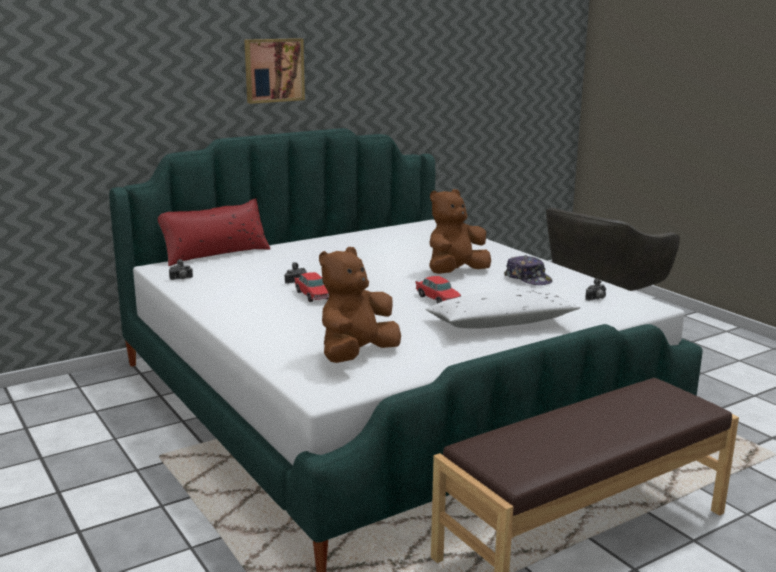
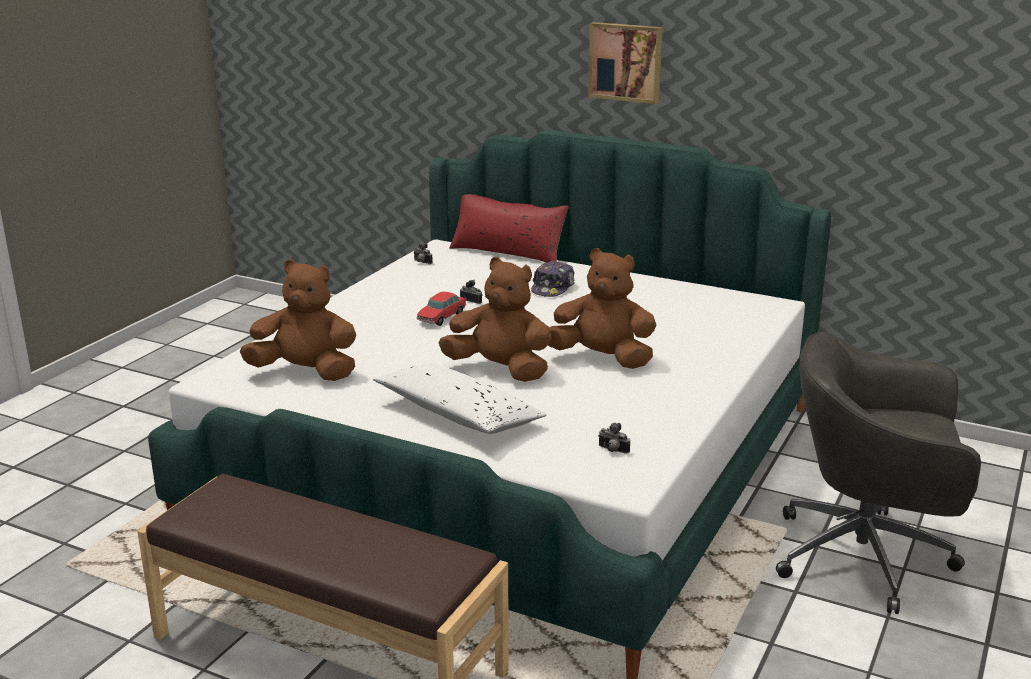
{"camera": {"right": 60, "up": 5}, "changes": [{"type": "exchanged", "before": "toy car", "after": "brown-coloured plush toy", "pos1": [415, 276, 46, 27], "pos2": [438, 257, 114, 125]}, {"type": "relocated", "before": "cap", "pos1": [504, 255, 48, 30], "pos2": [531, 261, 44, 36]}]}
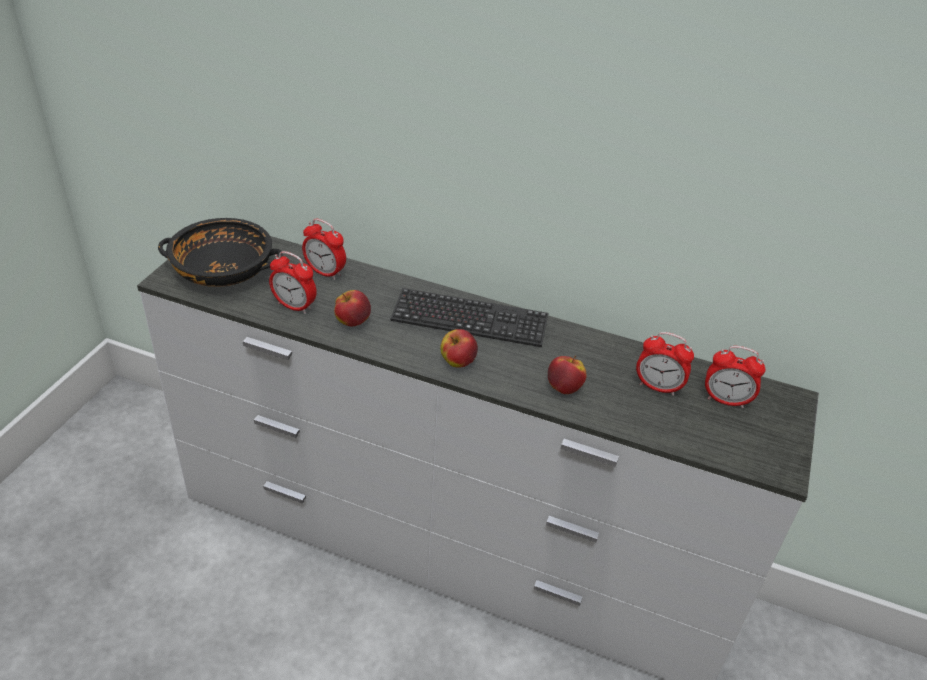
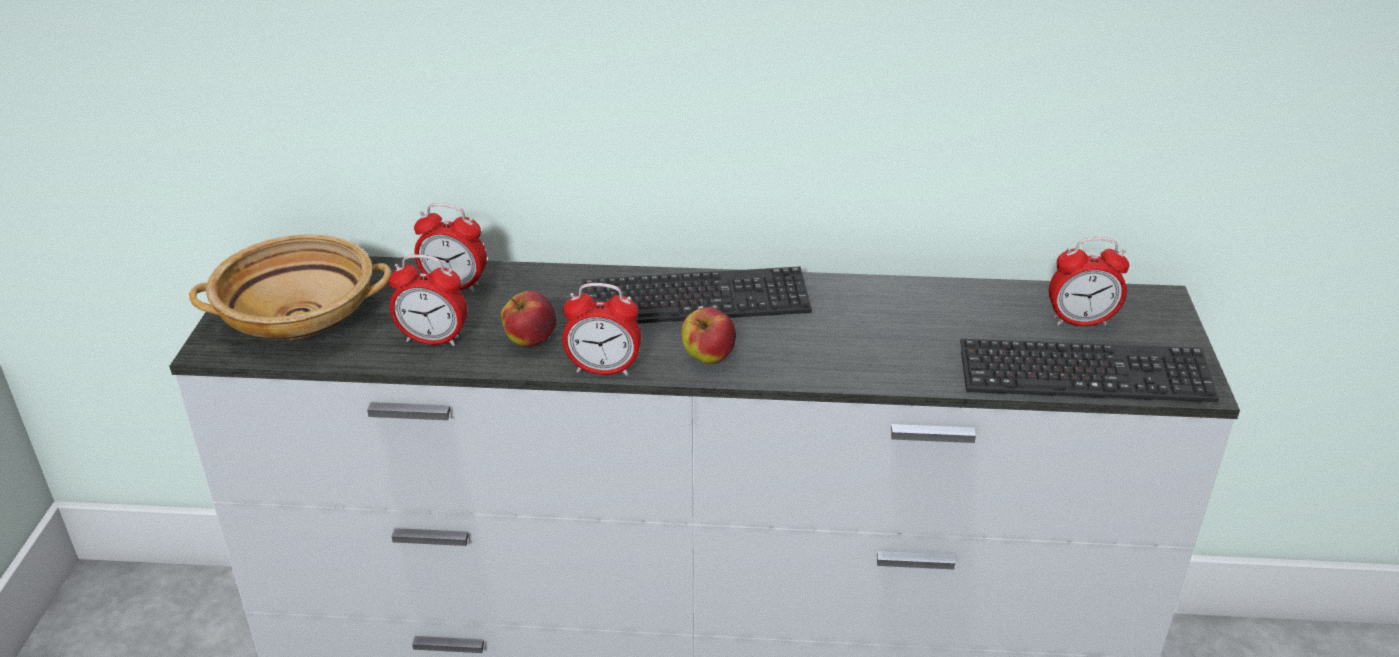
{"camera": {"right": -15, "up": -5}, "changes": [{"type": "colour", "before": "black-coloured bowl", "after": "beige-coloured bowl", "pos1": [158, 218, 125, 69], "pos2": [189, 234, 203, 106]}, {"type": "relocated", "before": "alarm clock", "pos1": [636, 332, 58, 64], "pos2": [562, 283, 79, 93]}, {"type": "appeared", "after": "keyboard", "pos2": [960, 339, 259, 63]}, {"type": "missing", "before": "whole apple", "pos1": [548, 356, 39, 38]}]}
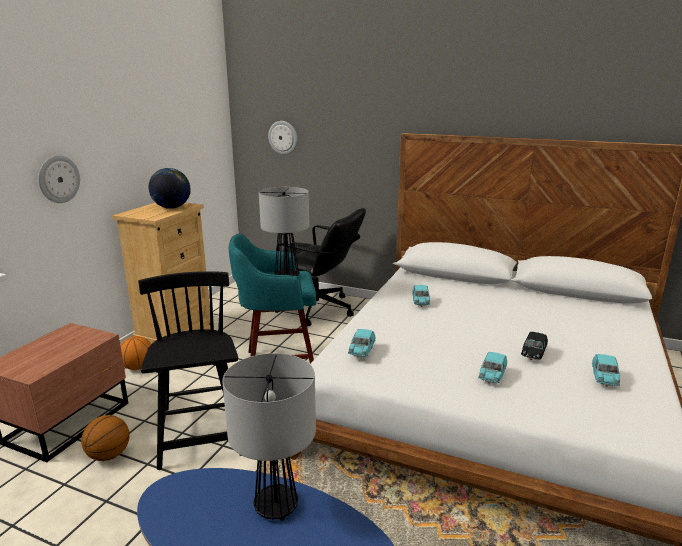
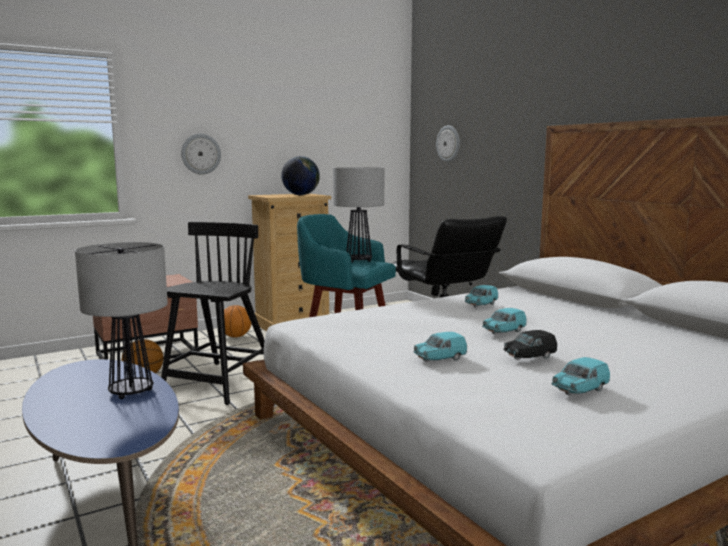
{"camera": {"right": 35, "up": -10}, "changes": [{"type": "relocated", "before": "blue-green toy car", "pos1": [348, 329, 27, 29], "pos2": [482, 308, 45, 27]}]}
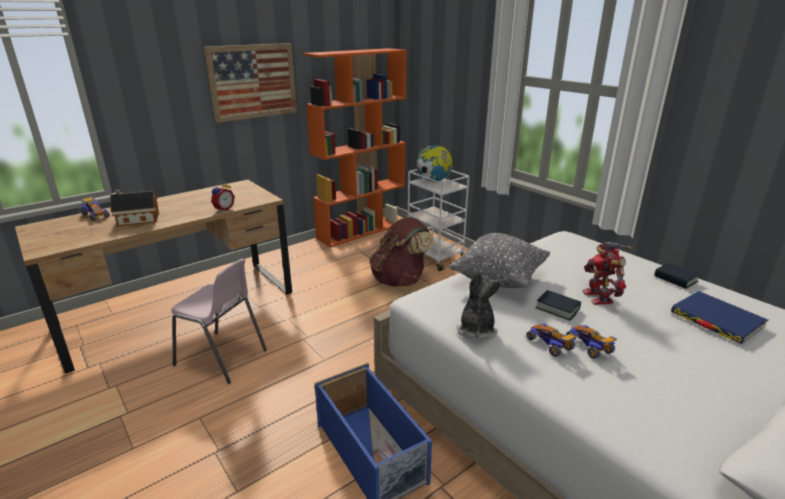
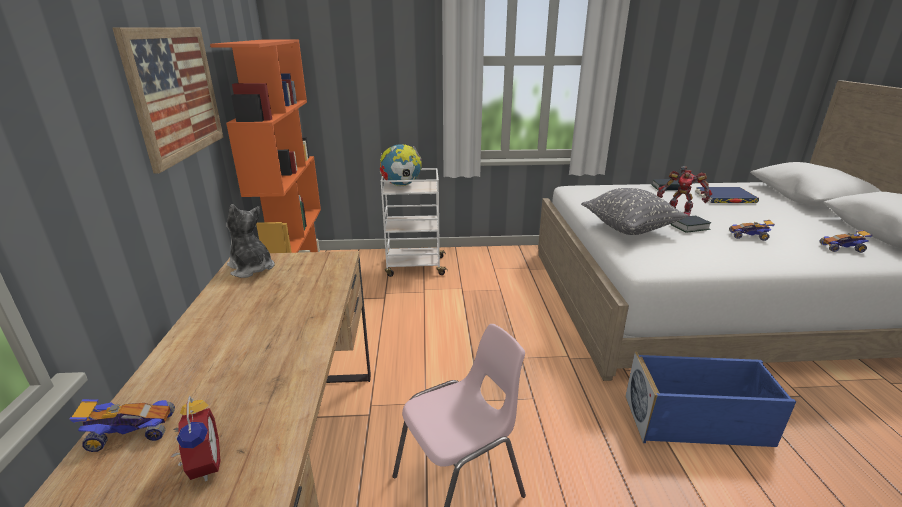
{"camera": {"right": -55, "up": 0}, "changes": [{"type": "relocated", "before": "alarm clock", "pos1": [211, 181, 24, 31], "pos2": [171, 396, 49, 85]}, {"type": "relocated", "before": "plush toy", "pos1": [456, 270, 47, 70], "pos2": [226, 204, 49, 74]}, {"type": "relocated", "before": "toy car", "pos1": [526, 324, 51, 33], "pos2": [819, 230, 53, 23]}, {"type": "missing", "before": "miniature house", "pos1": [110, 189, 49, 37]}, {"type": "missing", "before": "brown-coloured knapsack", "pos1": [369, 217, 65, 70]}]}
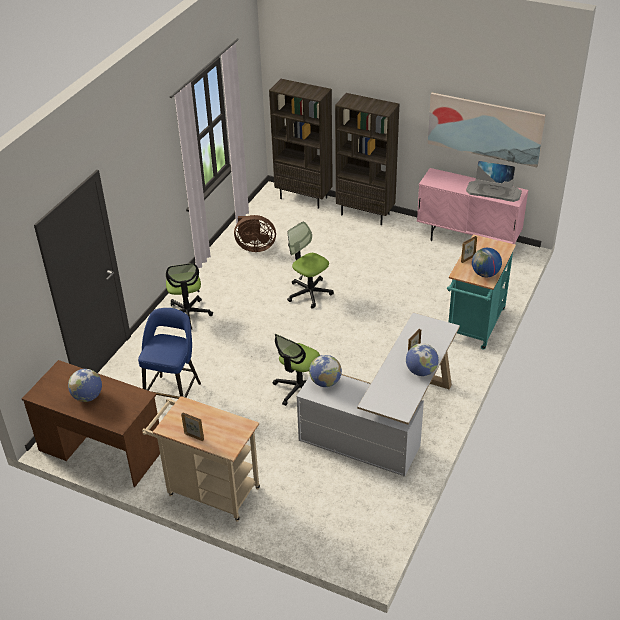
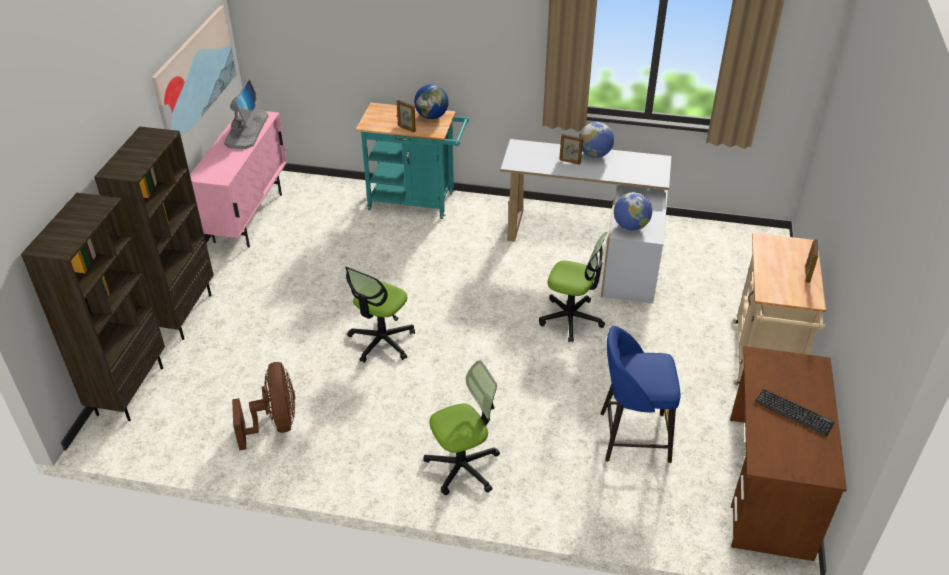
{"camera": {"right": -105, "up": 0}, "changes": [{"type": "exchanged", "before": "desk globe", "after": "keyboard", "pos1": [68, 369, 34, 33], "pos2": [755, 389, 80, 47]}]}
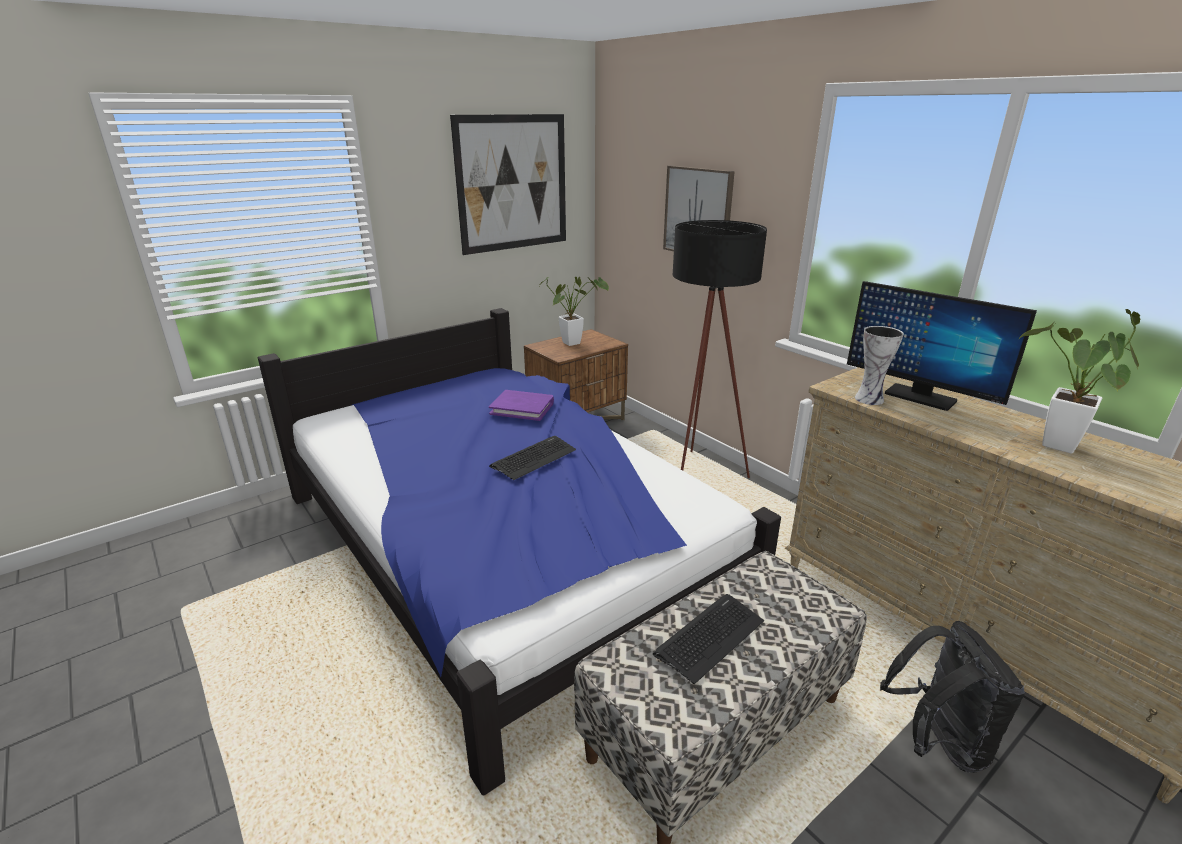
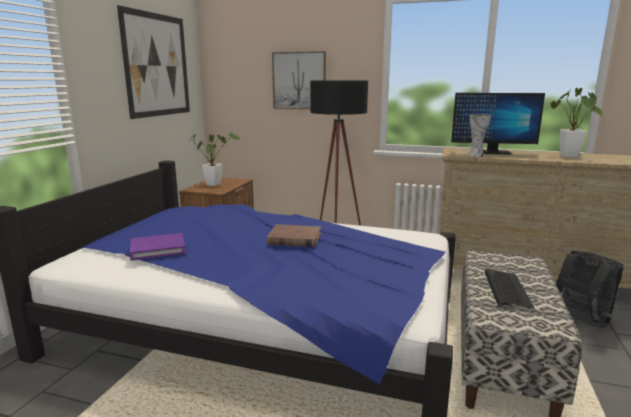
{"camera": {"right": -35, "up": -10}, "changes": [{"type": "relocated", "before": "purplish bound book", "pos1": [489, 390, 65, 31], "pos2": [129, 233, 57, 28]}, {"type": "exchanged", "before": "keyboard", "after": "brown-coloured bound book", "pos1": [489, 436, 87, 44], "pos2": [267, 224, 54, 23]}]}
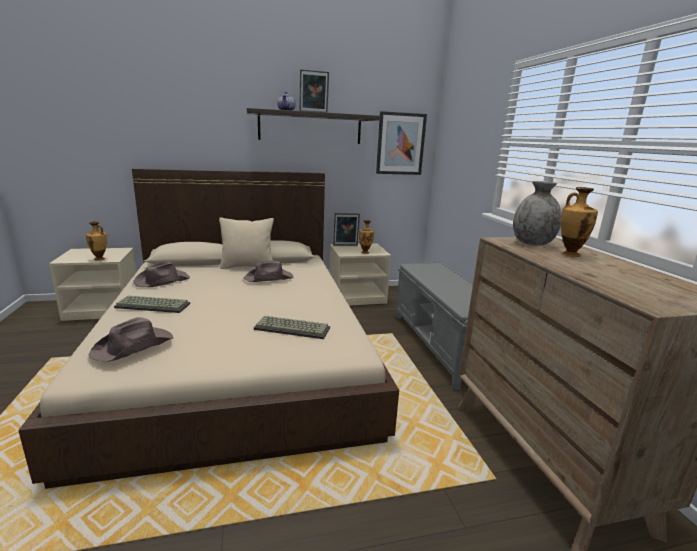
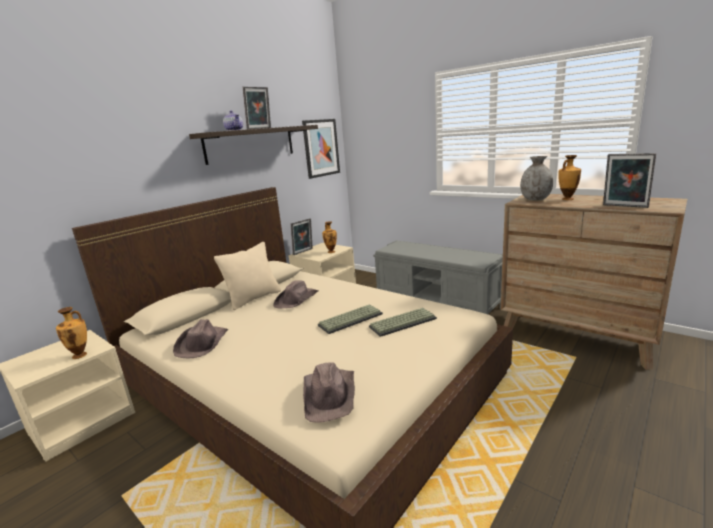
{"camera": {"right": -35, "up": 0}, "changes": [{"type": "relocated", "before": "keyboard", "pos1": [114, 296, 76, 17], "pos2": [318, 304, 65, 30]}, {"type": "appeared", "after": "picture frame", "pos2": [603, 153, 53, 55]}]}
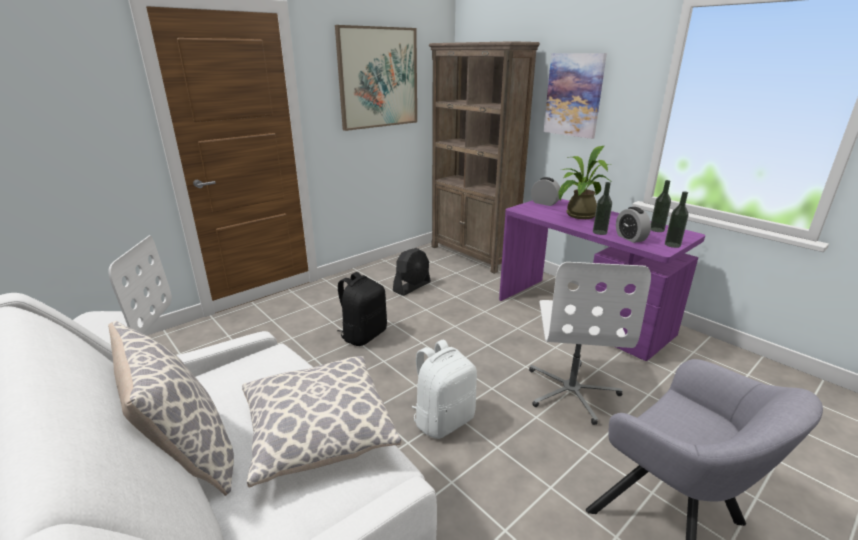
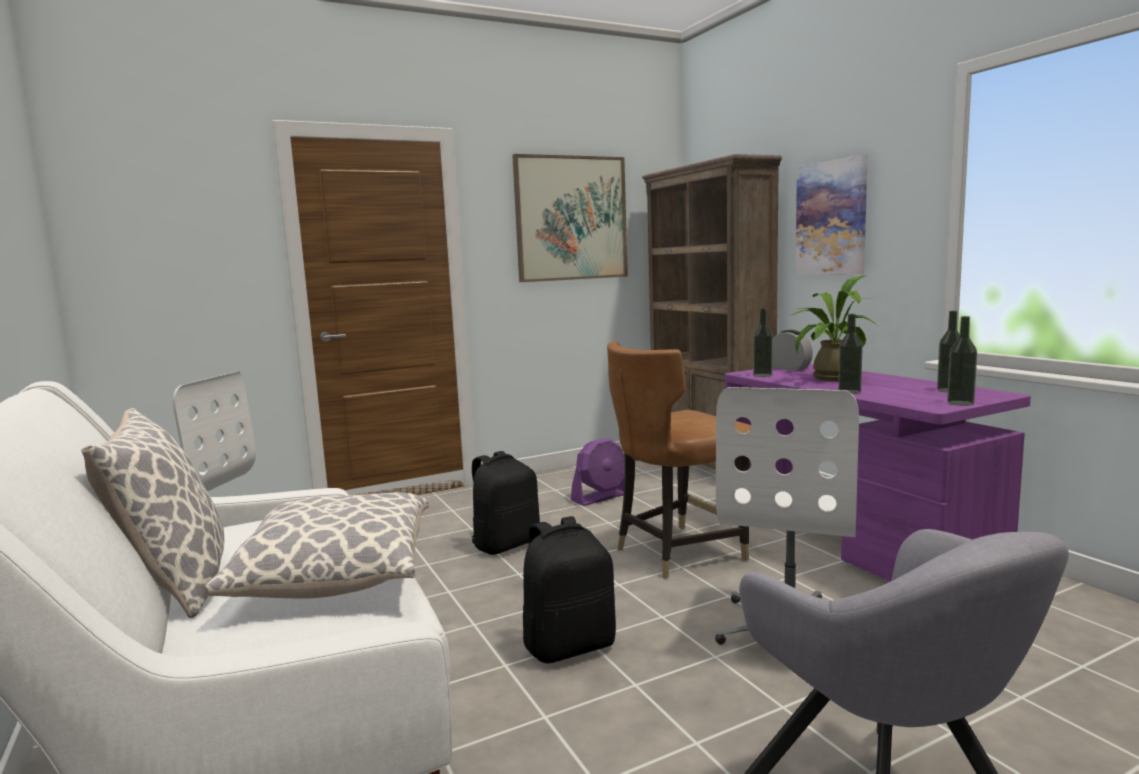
{"camera": {"right": 15, "up": -15}, "changes": [{"type": "colour", "before": "white-coloured knapsack", "after": "black-coloured knapsack", "pos1": [412, 339, 65, 100], "pos2": [523, 516, 93, 147]}, {"type": "colour", "before": "black-coloured cooling fan", "after": "purplish cooling fan", "pos1": [393, 248, 38, 48], "pos2": [571, 438, 54, 68]}, {"type": "appeared", "after": "brown-coloured upright chair", "pos2": [607, 341, 145, 238]}, {"type": "appeared", "after": "drink bottle", "pos2": [753, 308, 20, 69]}, {"type": "missing", "before": "alarm clock", "pos1": [616, 207, 35, 36]}]}
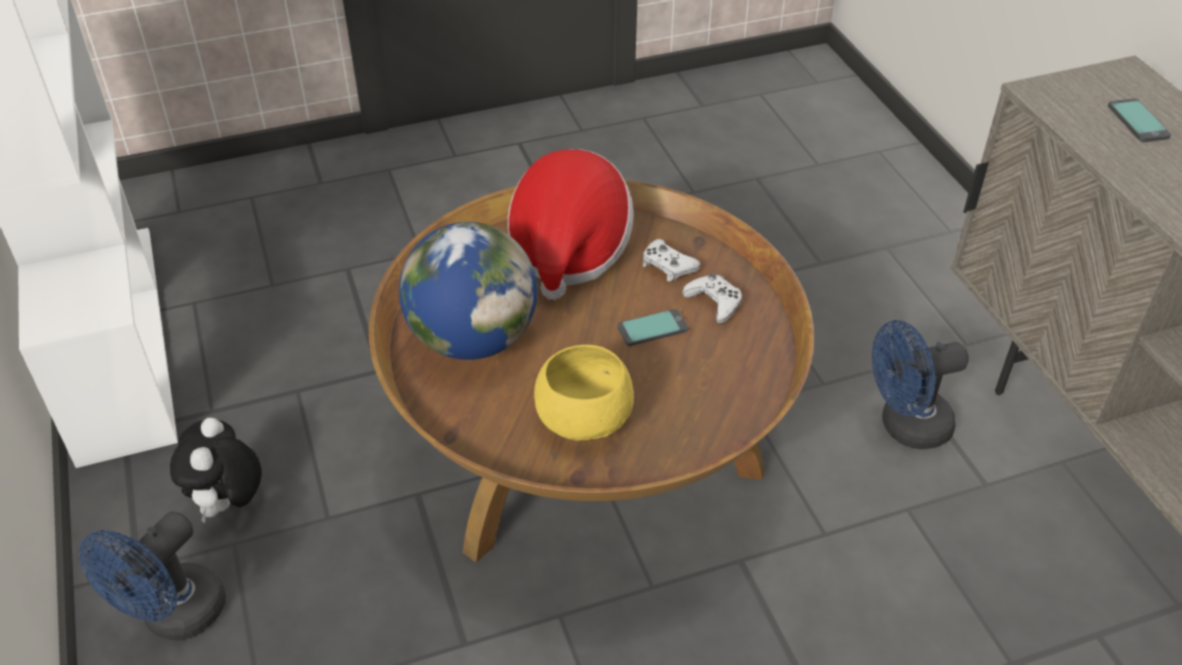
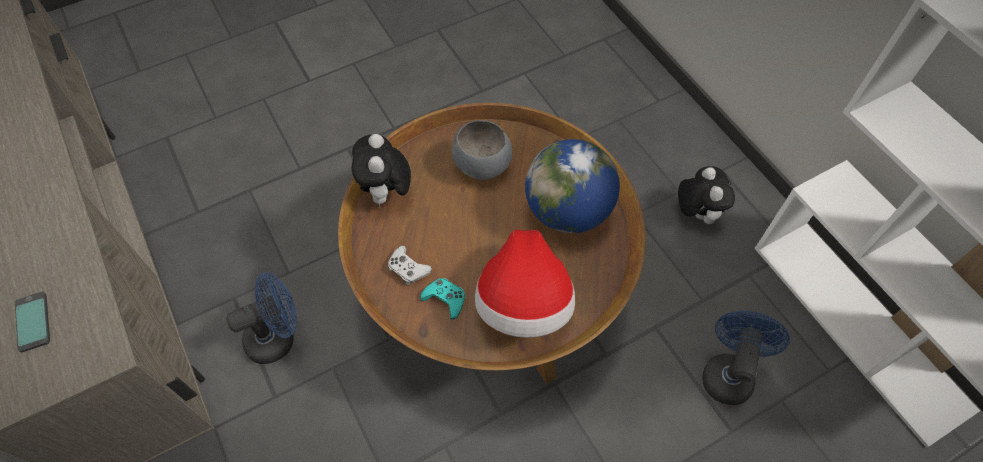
{"camera": {"right": 170, "up": 15}, "changes": [{"type": "appeared", "after": "plush toy", "pos2": [352, 134, 59, 74]}, {"type": "colour", "before": "white-coloured game controller", "after": "blue-green game controller", "pos1": [643, 239, 58, 42], "pos2": [420, 278, 45, 42]}, {"type": "colour", "before": "yellow-coloured bowl", "after": "gray bowl", "pos1": [534, 345, 100, 95], "pos2": [451, 120, 61, 60]}, {"type": "relocated", "before": "bluish cooling fan", "pos1": [79, 511, 147, 130], "pos2": [702, 311, 88, 94]}, {"type": "missing", "before": "phone", "pos1": [617, 309, 71, 37]}]}
